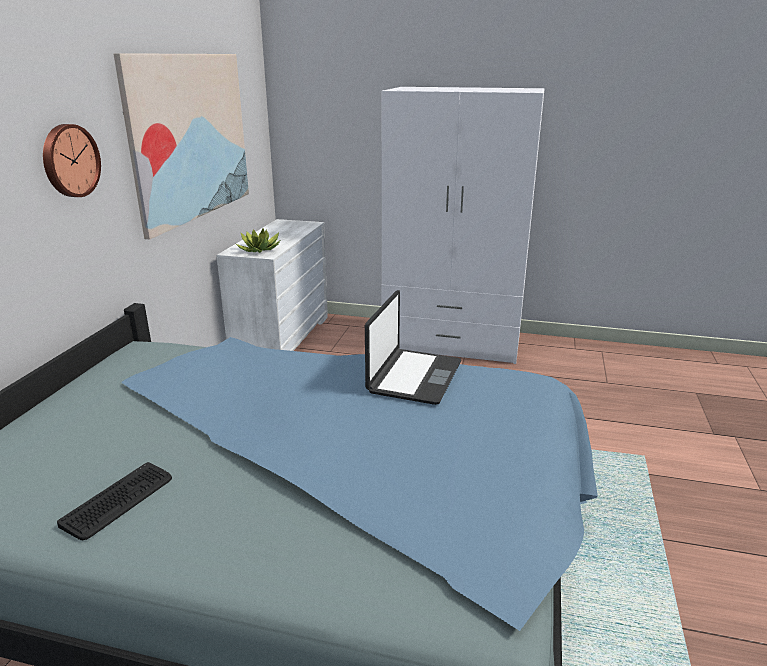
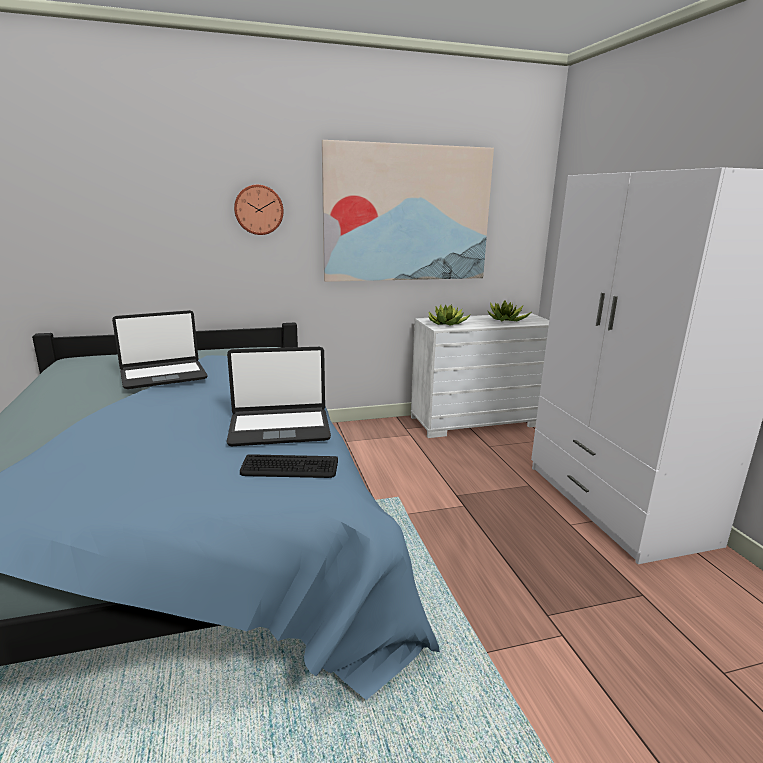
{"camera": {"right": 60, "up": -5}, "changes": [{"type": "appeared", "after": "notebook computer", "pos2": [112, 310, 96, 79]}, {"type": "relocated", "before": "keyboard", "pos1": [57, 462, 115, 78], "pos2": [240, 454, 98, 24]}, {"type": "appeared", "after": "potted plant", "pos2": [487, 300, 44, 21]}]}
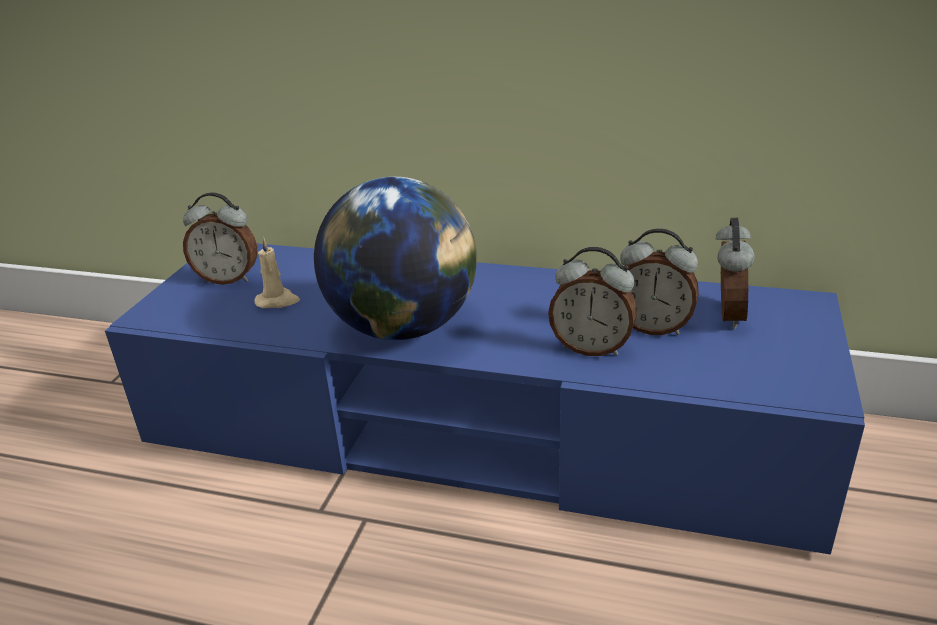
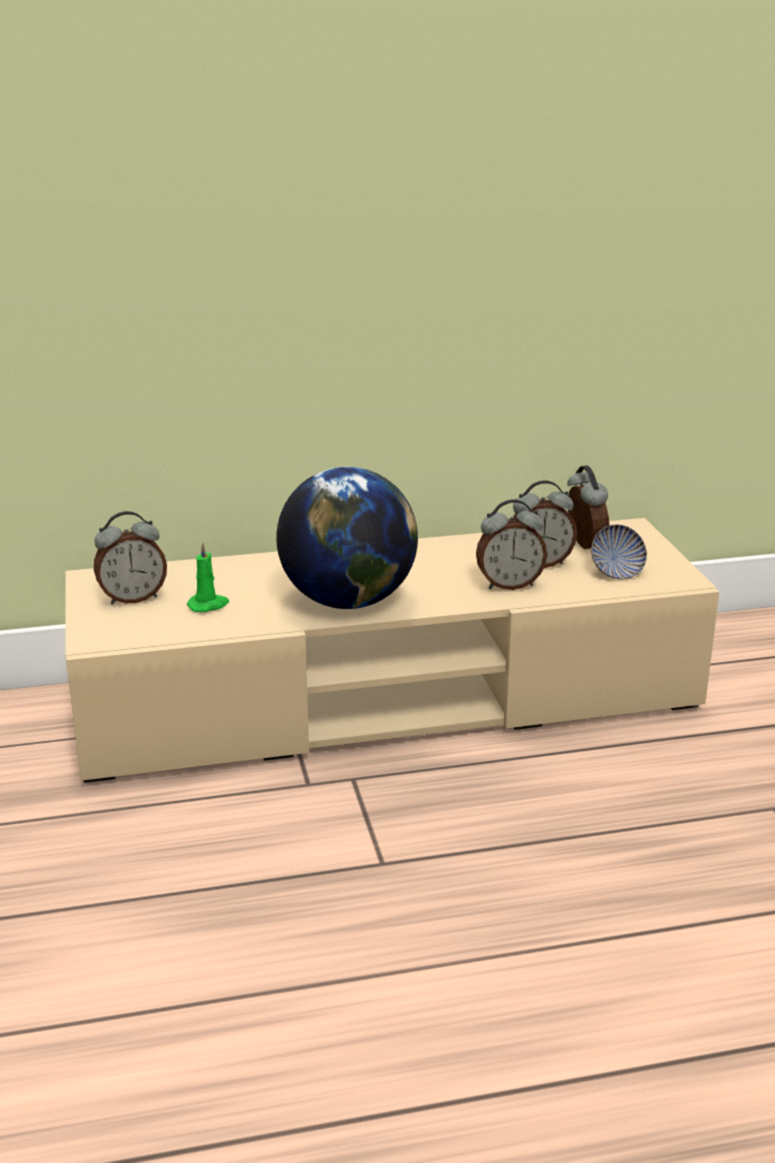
{"camera": {"right": -30, "up": -5}, "changes": [{"type": "colour", "before": "bluish tv unit", "after": "beige-coloured tv unit", "pos1": [105, 244, 760, 311], "pos2": [65, 518, 654, 265]}, {"type": "colour", "before": "beige-coloured candle", "after": "greenish candle", "pos1": [255, 236, 45, 72], "pos2": [187, 542, 42, 70]}, {"type": "appeared", "after": "bowl", "pos2": [591, 524, 56, 55]}]}
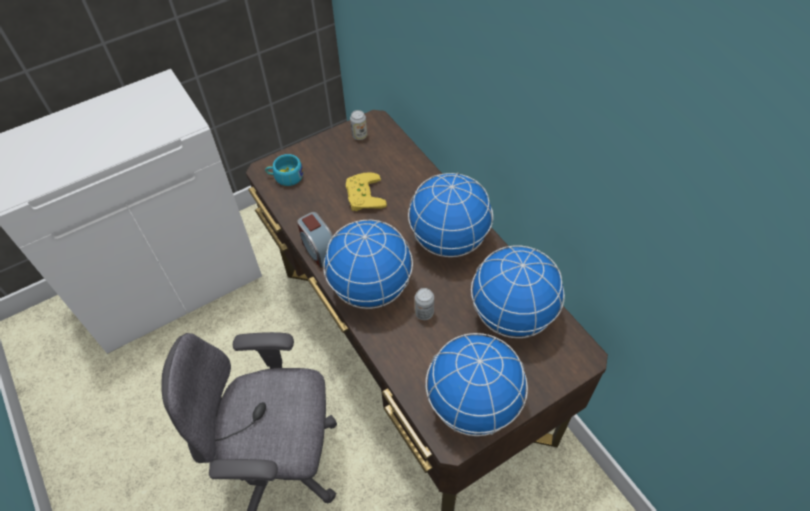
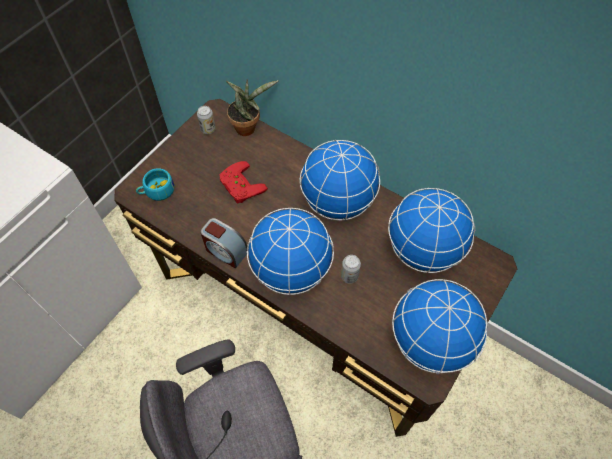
{"camera": {"right": -25, "up": 5}, "changes": [{"type": "colour", "before": "yellow-coloured game controller", "after": "reddish game controller", "pos1": [346, 172, 41, 39], "pos2": [220, 161, 48, 43]}, {"type": "appeared", "after": "potted plant", "pos2": [226, 79, 53, 57]}]}
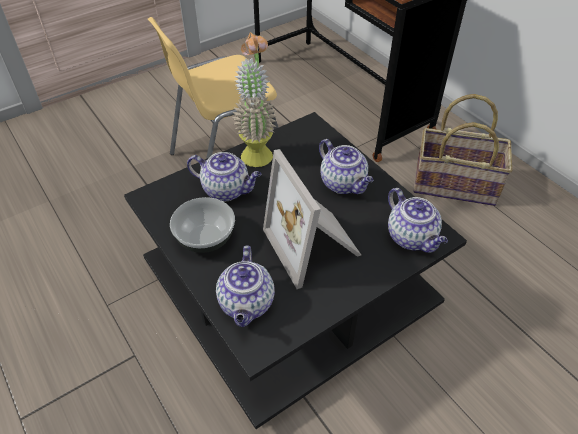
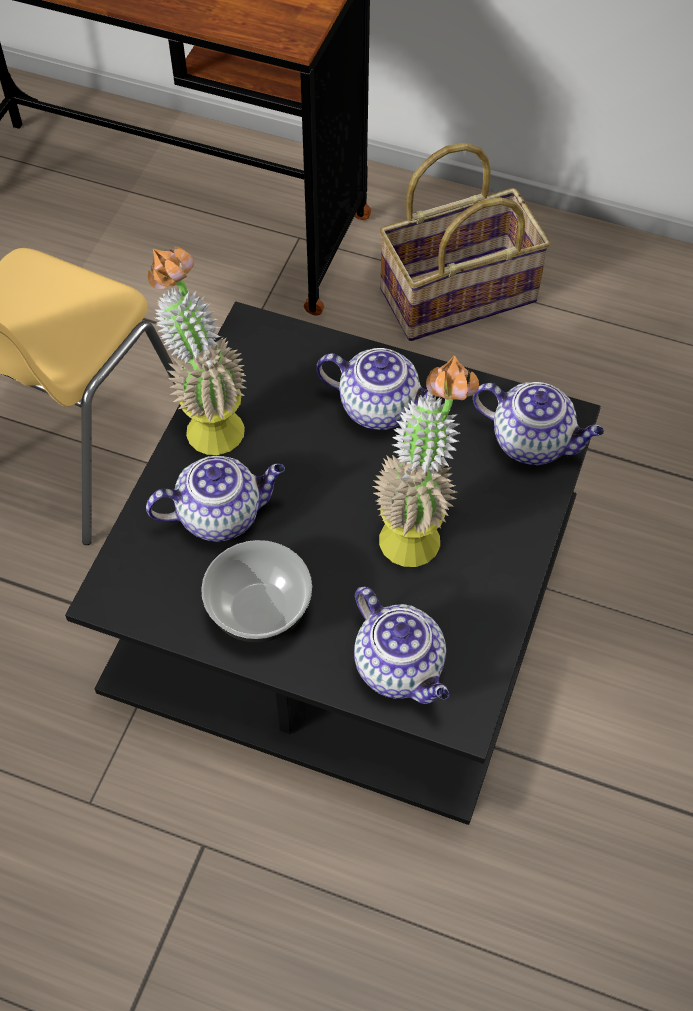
{"camera": {"right": -35, "up": 10}, "changes": [{"type": "exchanged", "before": "picture frame", "after": "potted plant", "pos1": [263, 149, 98, 140], "pos2": [373, 356, 106, 211]}]}
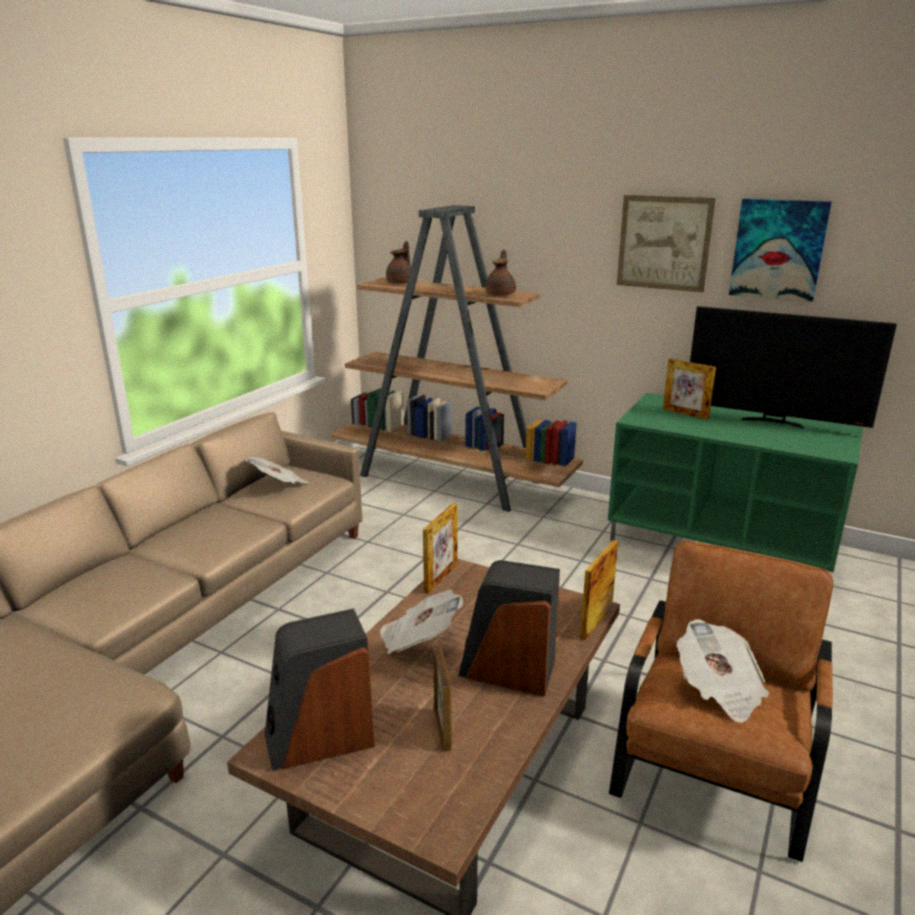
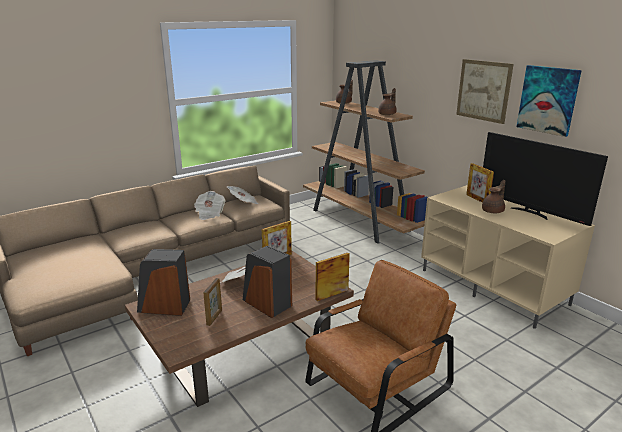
{"camera": {"right": 25, "up": 0}, "changes": [{"type": "relocated", "before": "newspaper", "pos1": [677, 619, 92, 104], "pos2": [194, 191, 31, 29]}, {"type": "colour", "before": "greenish tv unit", "after": "beige-coloured tv unit", "pos1": [608, 393, 255, 179], "pos2": [421, 185, 174, 144]}, {"type": "appeared", "after": "brown-coloured tea pot", "pos2": [482, 180, 23, 33]}]}
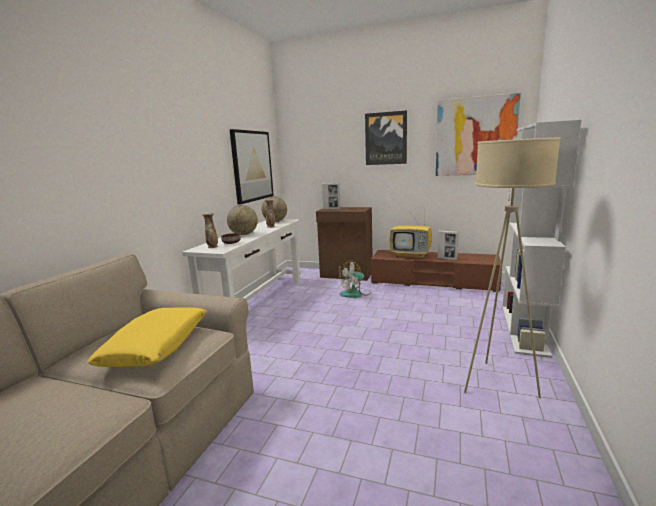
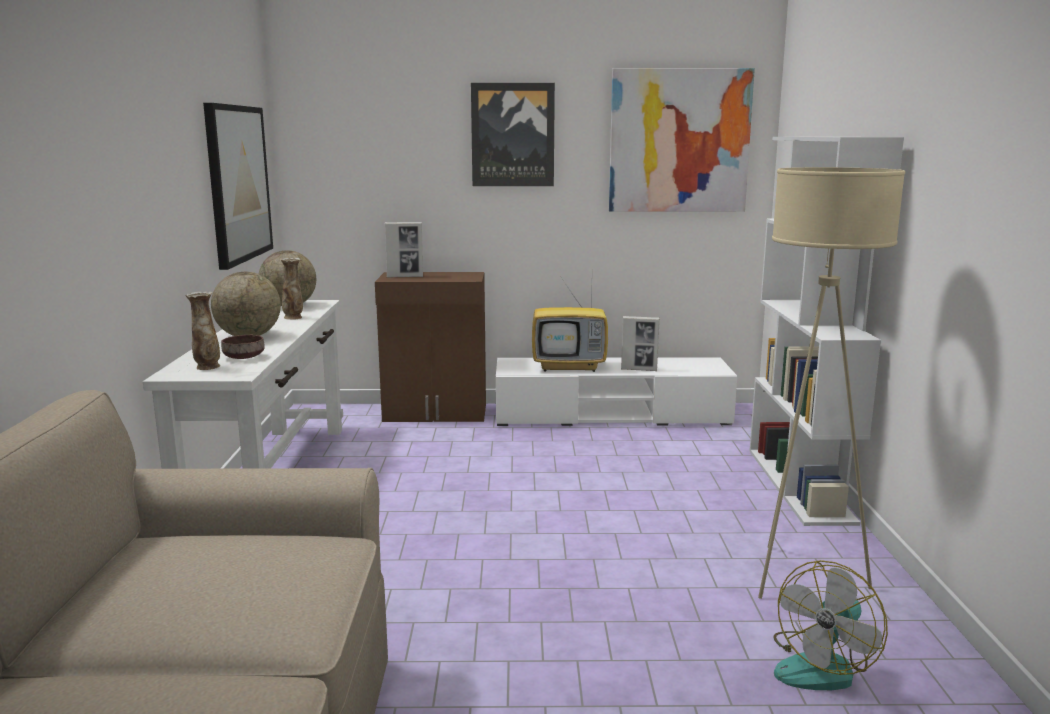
{"camera": {"right": -20, "up": 0}, "changes": [{"type": "colour", "before": "brown-coloured tv unit", "after": "white-coloured tv unit", "pos1": [371, 250, 131, 42], "pos2": [496, 357, 241, 69]}, {"type": "relocated", "before": "cooling fan", "pos1": [340, 261, 31, 37], "pos2": [773, 560, 115, 130]}, {"type": "missing", "before": "yellow-coloured cushion", "pos1": [87, 307, 120, 60]}]}
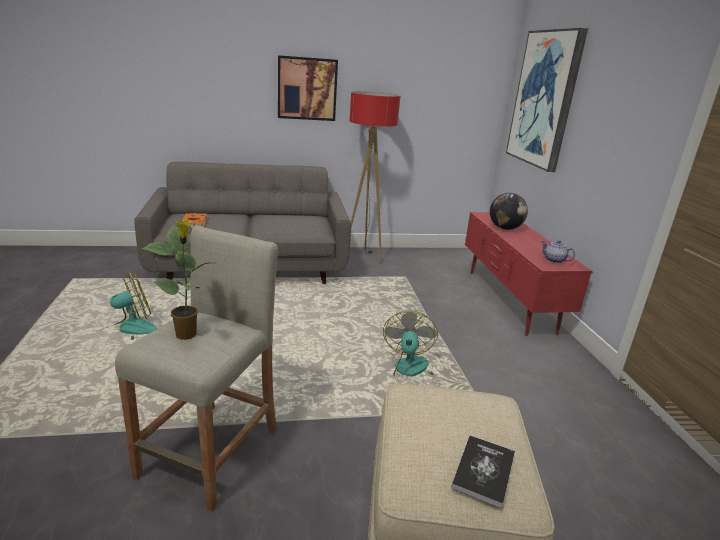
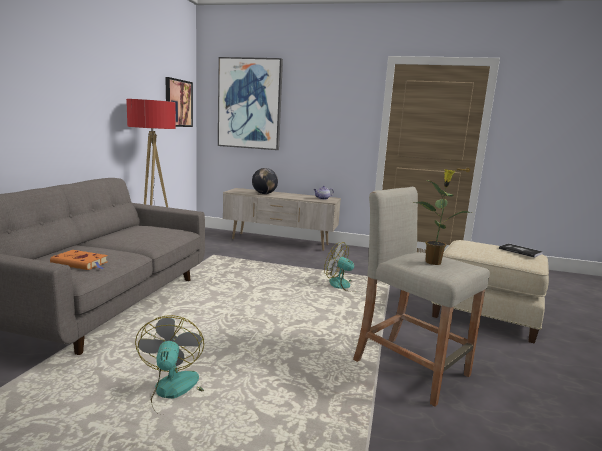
{"camera": {"right": -65, "up": -10}, "changes": [{"type": "relocated", "before": "wall art", "pos1": [278, 55, 60, 66], "pos2": [165, 77, 28, 50]}, {"type": "colour", "before": "reddish tv unit", "after": "beige-coloured tv unit", "pos1": [465, 212, 128, 124], "pos2": [223, 188, 118, 63]}]}
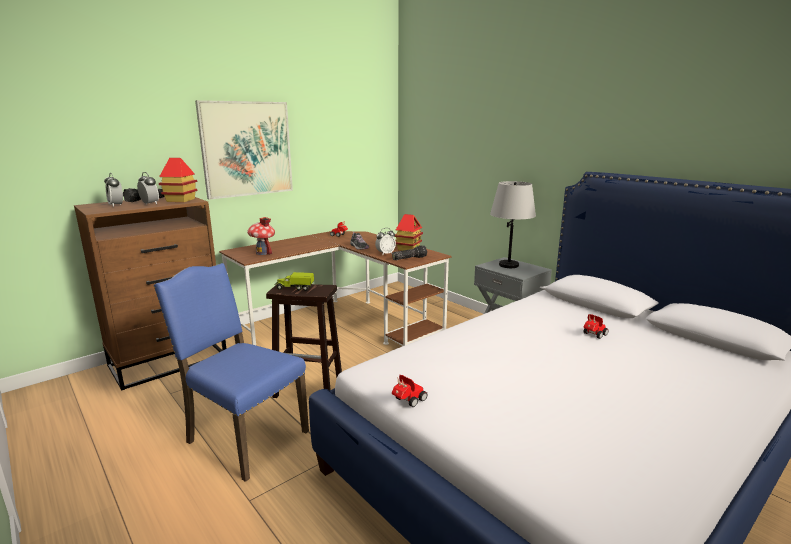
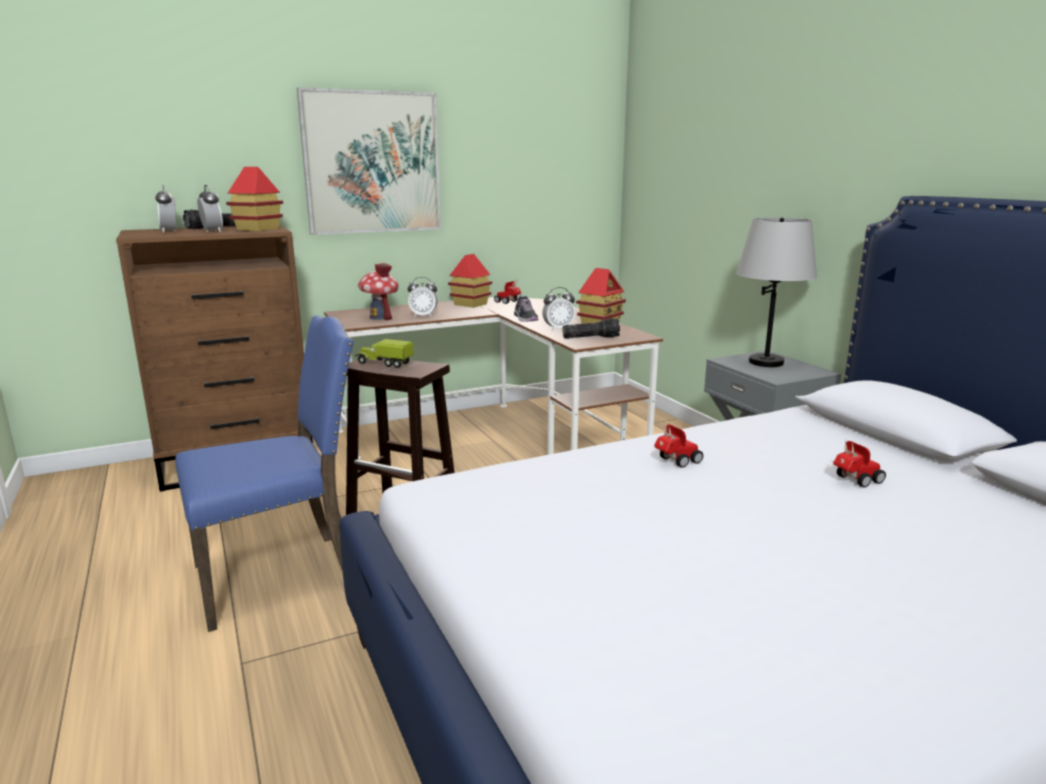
{"camera": {"right": 15, "up": 0}, "changes": [{"type": "spun", "before": "bluish upright chair", "pos1": [154, 263, 155, 219], "pos2": [175, 316, 179, 316], "turn": 105}, {"type": "appeared", "after": "alarm clock", "pos2": [408, 277, 30, 40]}, {"type": "appeared", "after": "miniature house", "pos2": [448, 254, 44, 54]}, {"type": "relocated", "before": "toy car", "pos1": [392, 375, 36, 32], "pos2": [655, 424, 48, 44]}]}
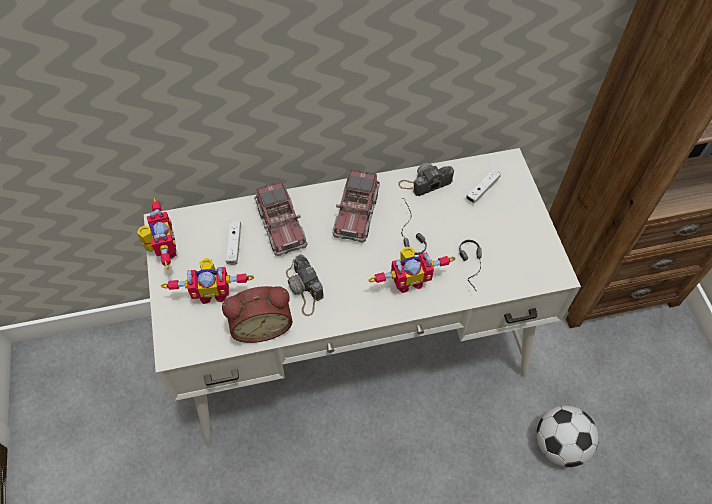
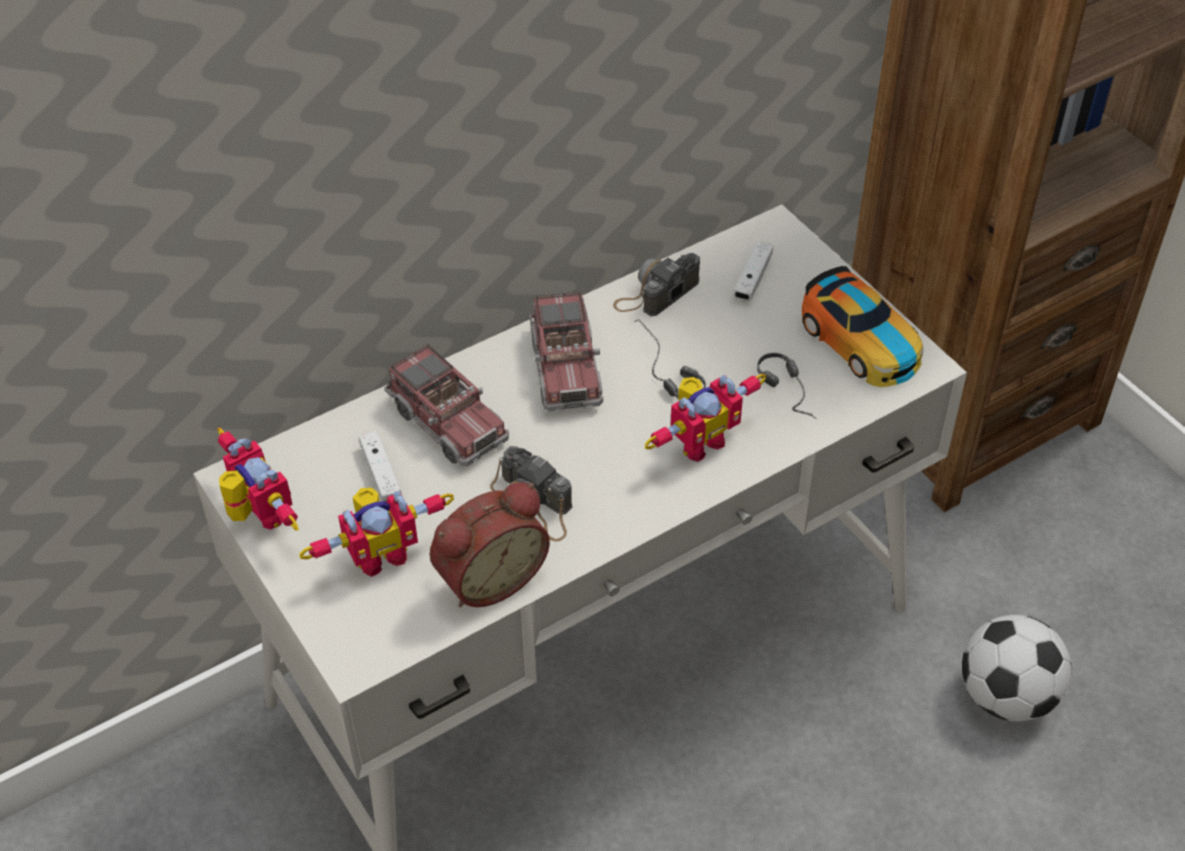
{"camera": {"right": -20, "up": -10}, "changes": [{"type": "appeared", "after": "toy car", "pos2": [802, 266, 121, 121]}]}
